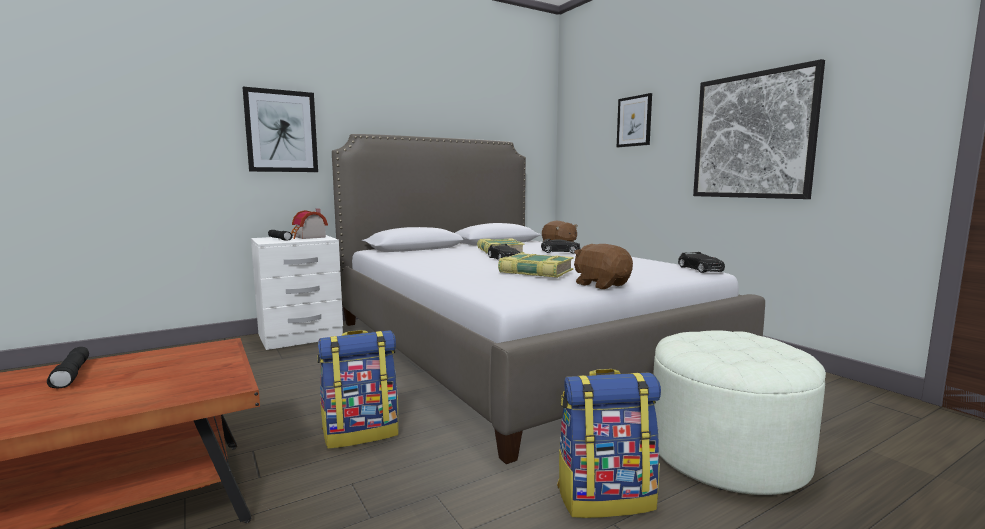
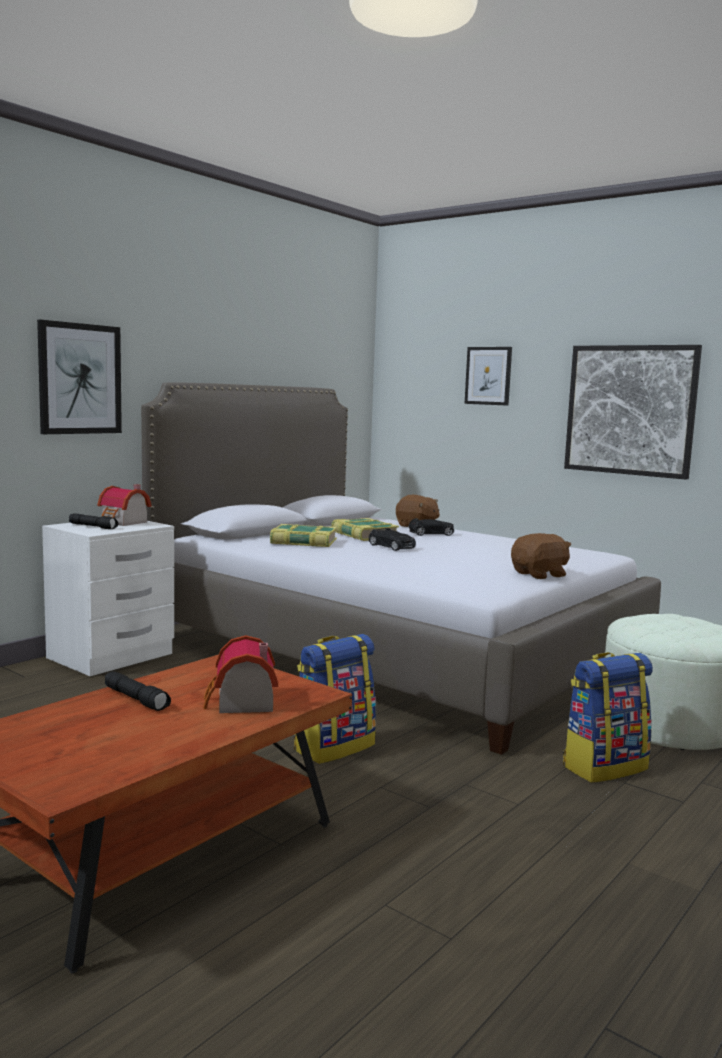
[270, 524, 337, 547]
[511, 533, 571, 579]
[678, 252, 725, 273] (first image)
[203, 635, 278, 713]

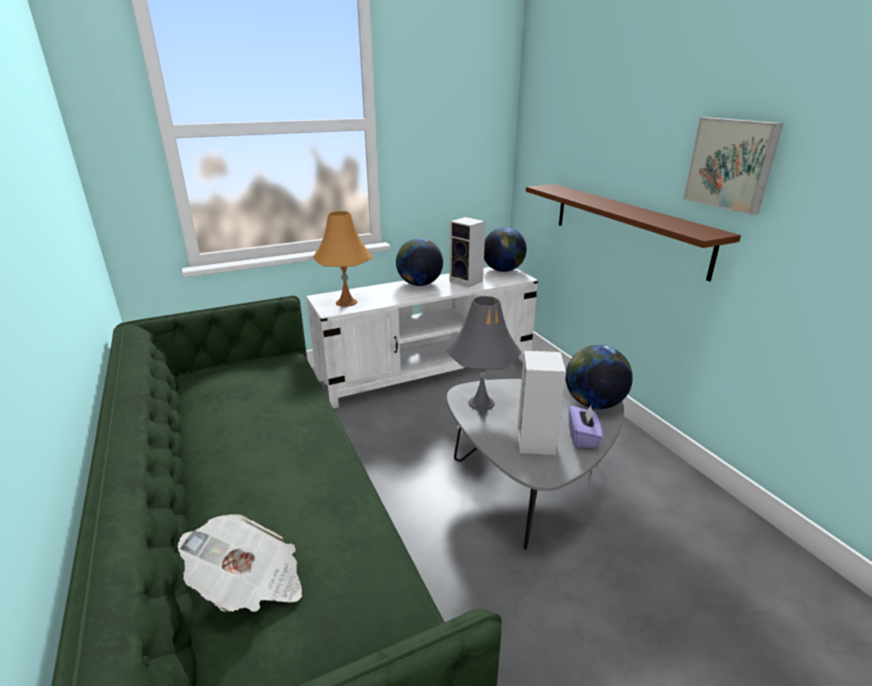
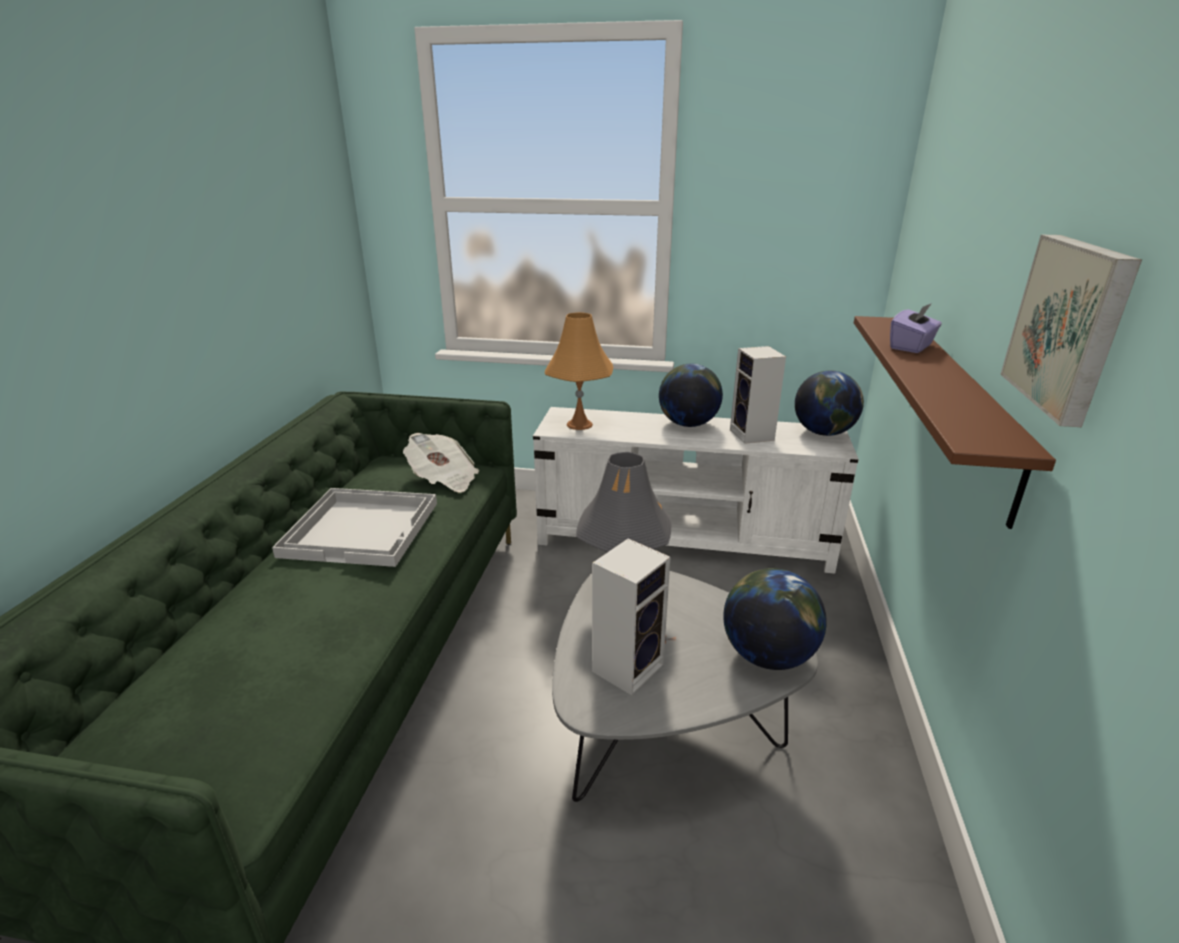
[403, 433, 479, 493]
[890, 303, 942, 353]
[272, 488, 437, 567]

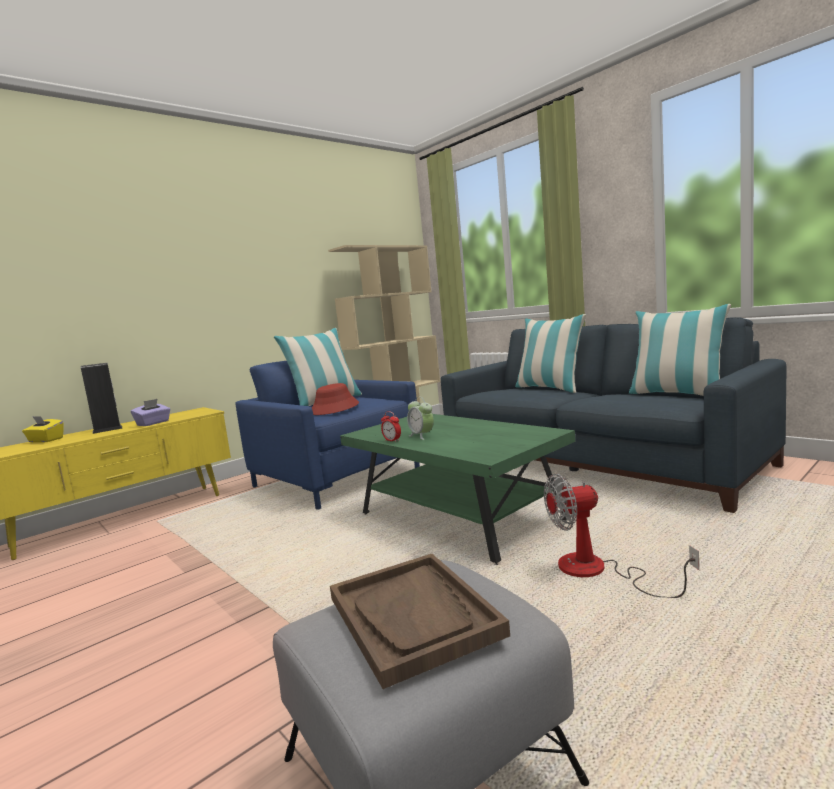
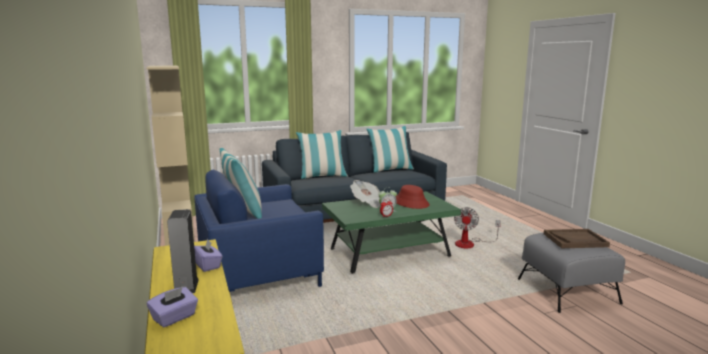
[147, 287, 198, 327]
[396, 185, 429, 209]
[350, 180, 380, 208]

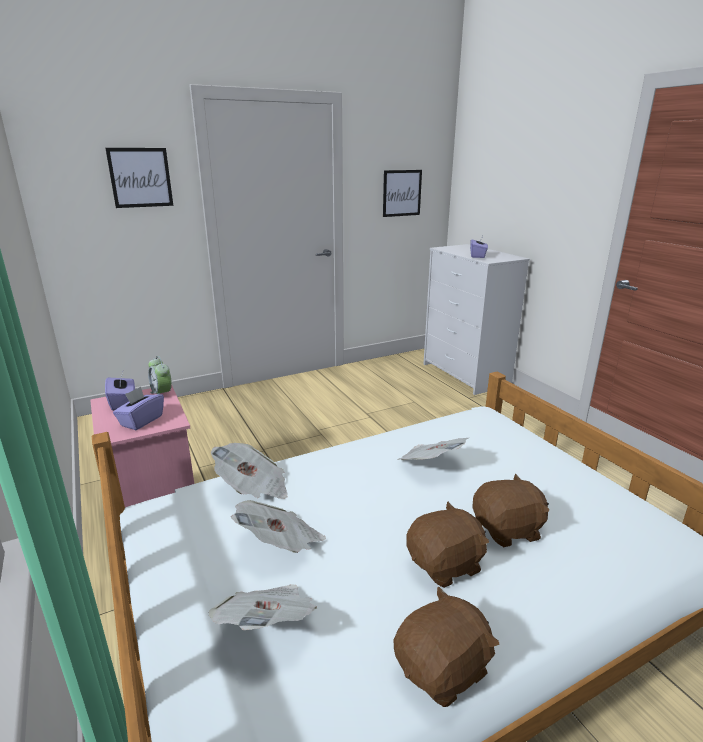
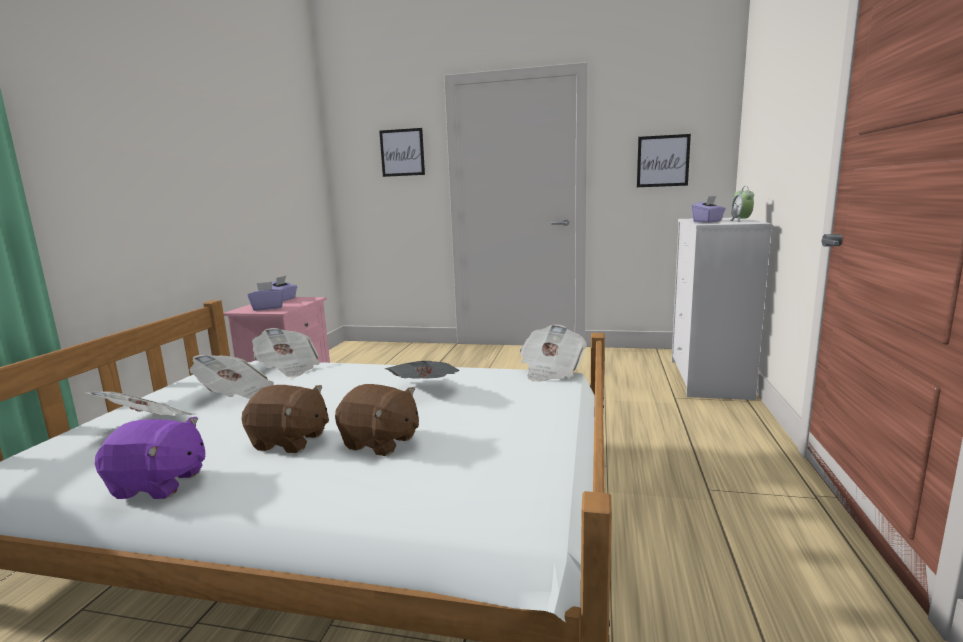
[730, 186, 754, 222]
[95, 417, 205, 499]
[520, 324, 587, 382]

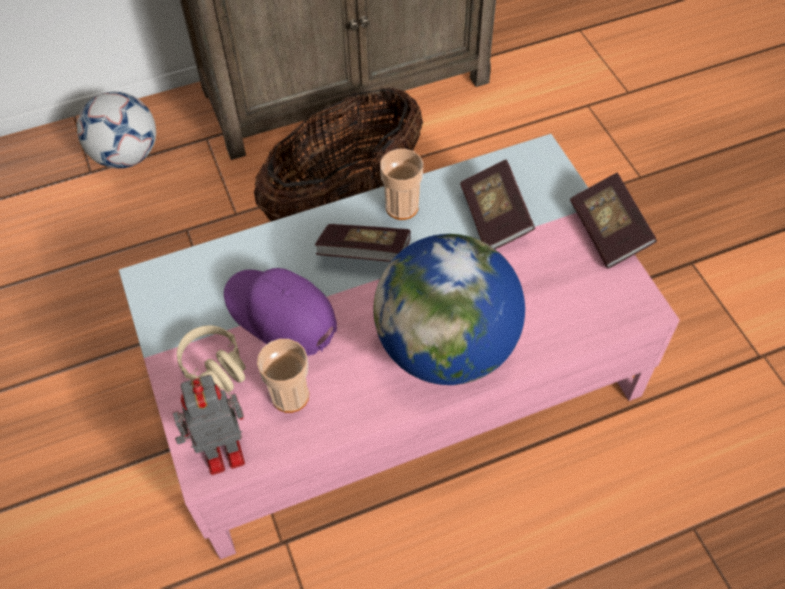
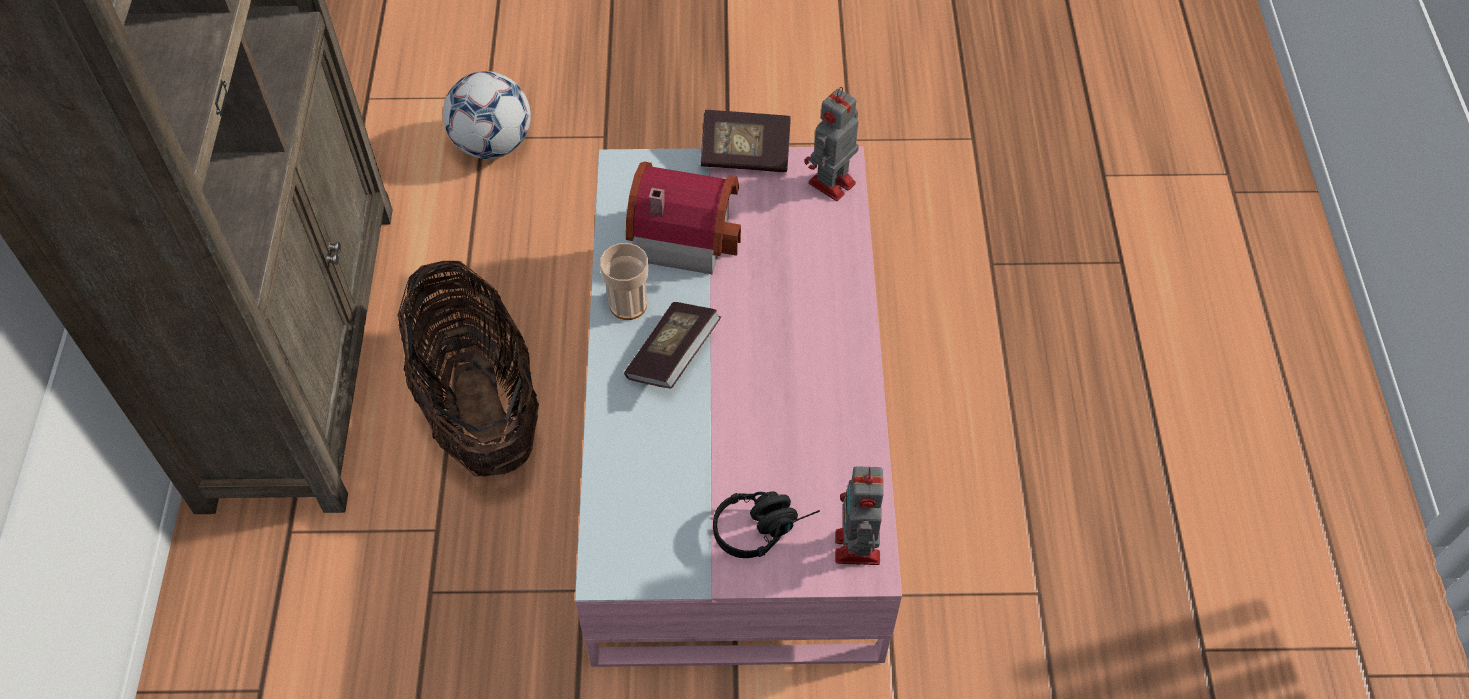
[443, 71, 531, 159]
[713, 491, 820, 558]
[224, 268, 337, 356] (first image)
[257, 339, 309, 413] (first image)
[373, 234, 525, 385] (first image)
[626, 162, 741, 274]
[804, 87, 859, 201]

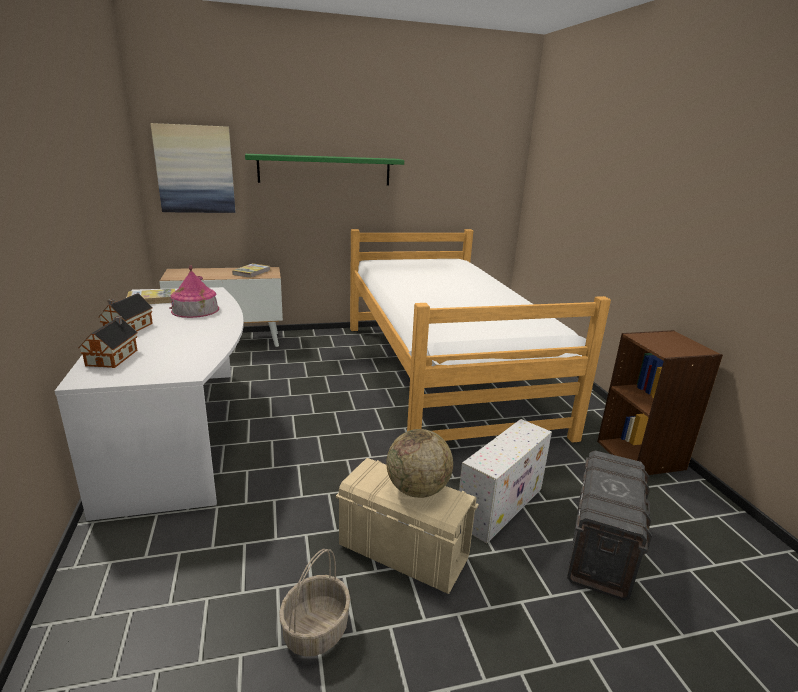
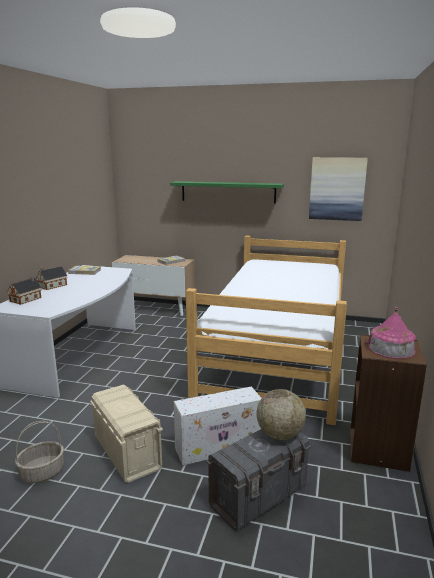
[309, 157, 368, 221]
[365, 307, 416, 359]
[257, 389, 306, 440]

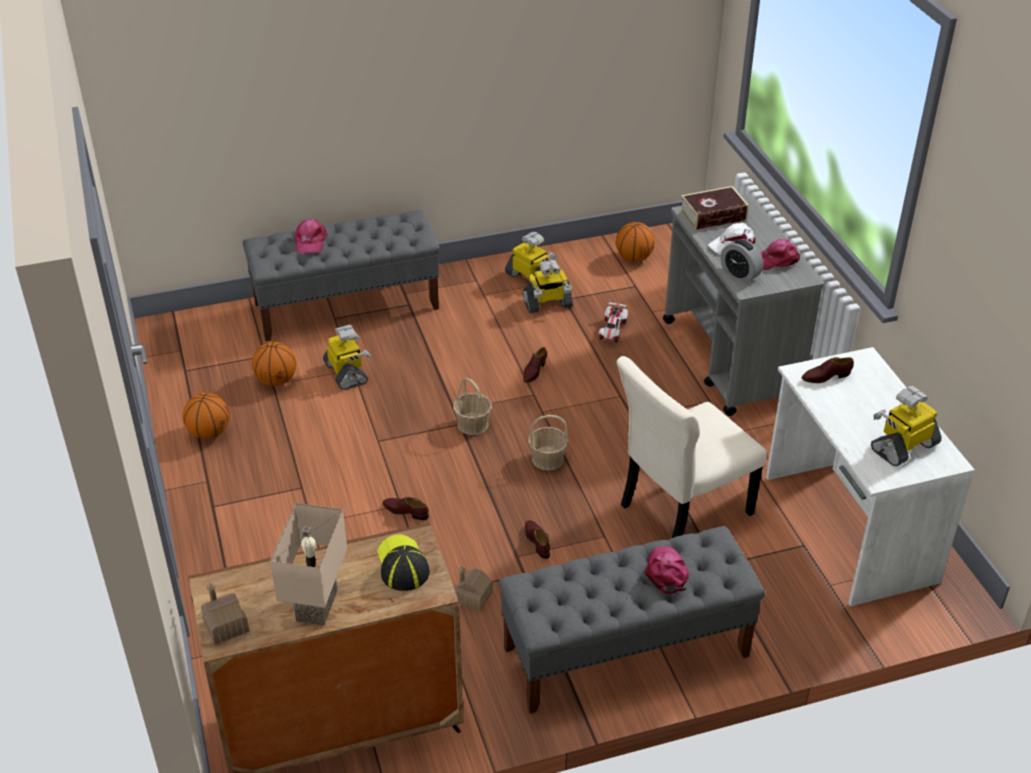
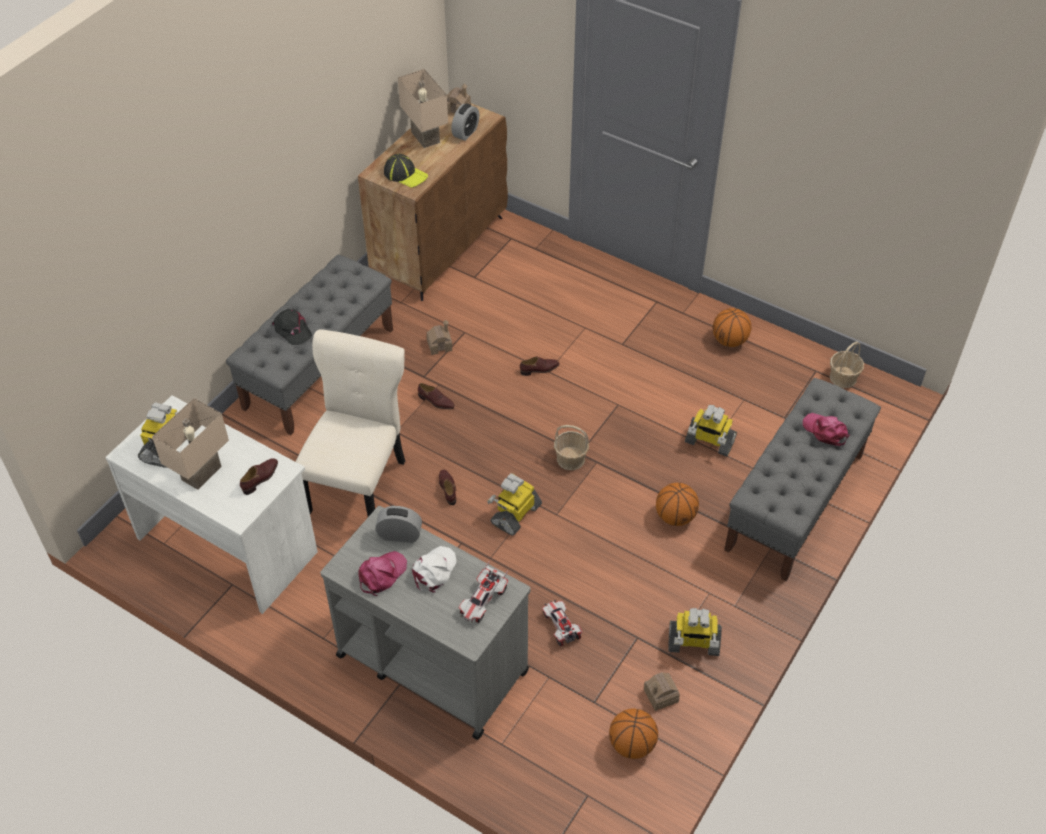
[656, 483, 699, 526]
[487, 473, 542, 535]
[439, 469, 456, 505]
[830, 341, 864, 388]
[272, 309, 312, 345]
[458, 560, 508, 623]
[152, 398, 229, 490]
[451, 103, 479, 141]
[644, 672, 680, 711]

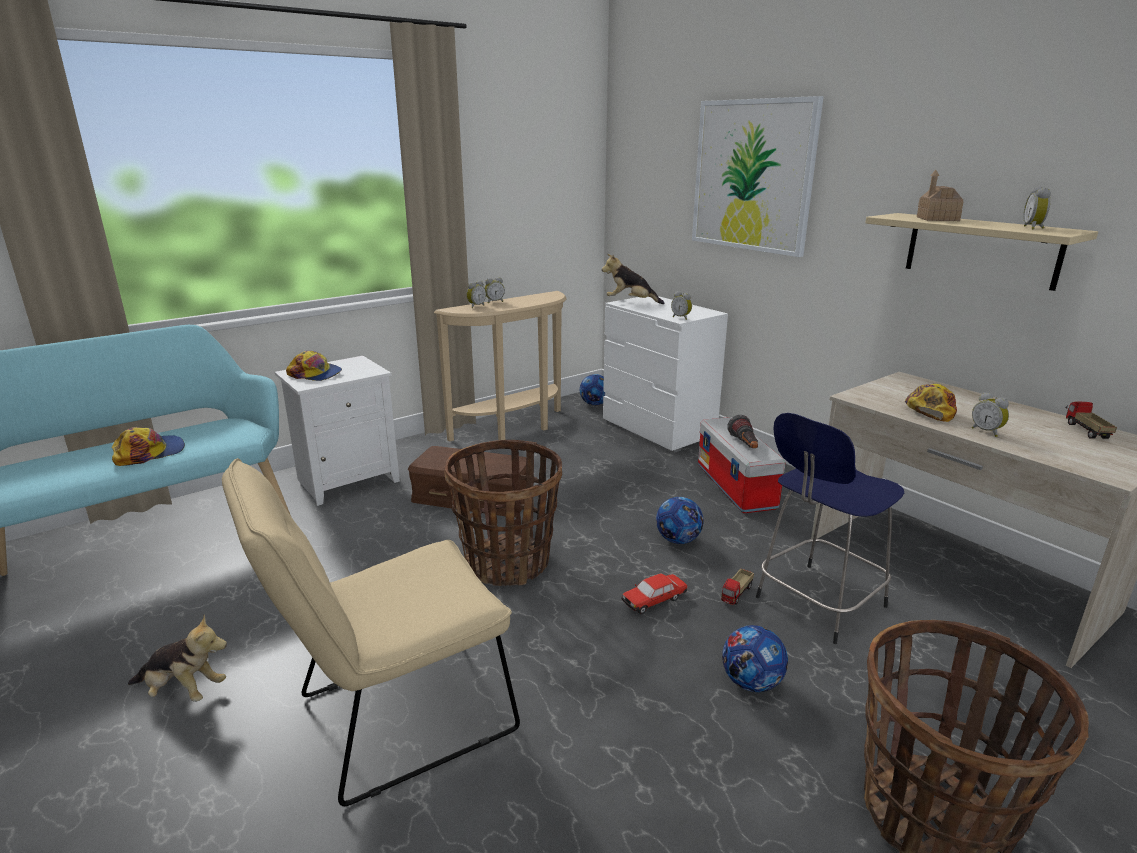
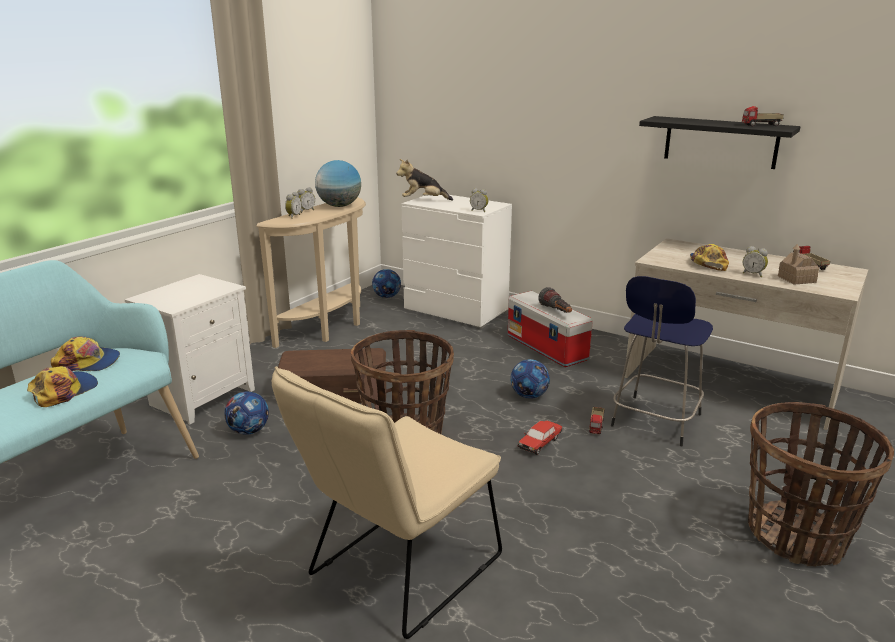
[128, 615, 227, 702] (first image)
[51, 336, 120, 371]
[692, 96, 824, 257] (first image)
[224, 391, 269, 435]
[639, 116, 800, 169]
[778, 244, 819, 285]
[742, 106, 784, 127]
[315, 160, 361, 207]

